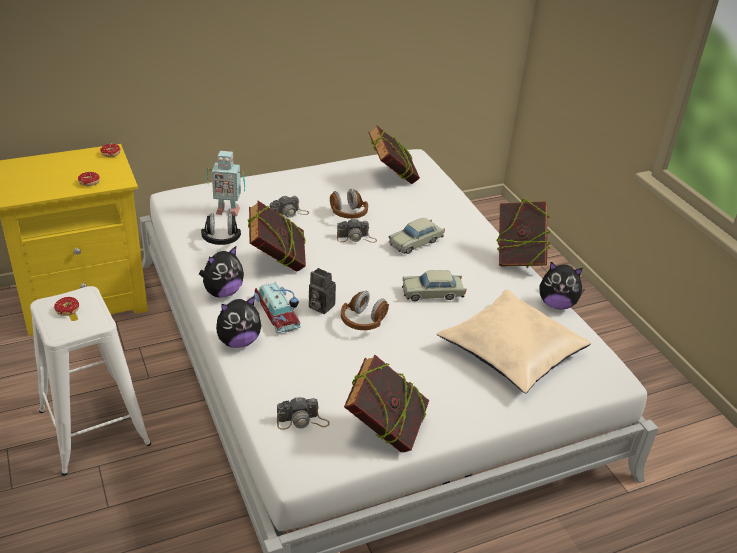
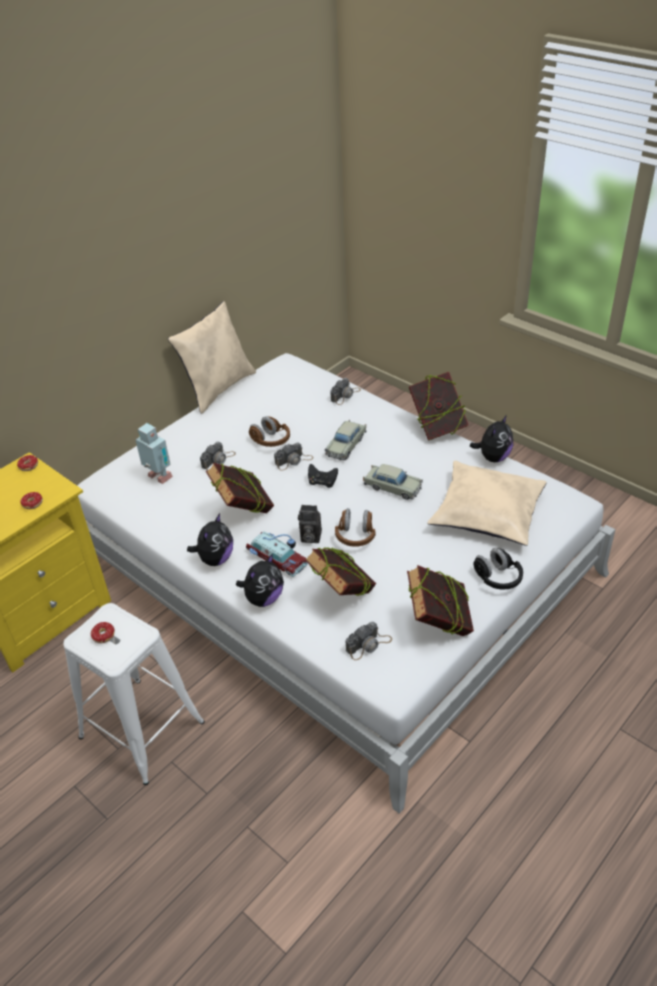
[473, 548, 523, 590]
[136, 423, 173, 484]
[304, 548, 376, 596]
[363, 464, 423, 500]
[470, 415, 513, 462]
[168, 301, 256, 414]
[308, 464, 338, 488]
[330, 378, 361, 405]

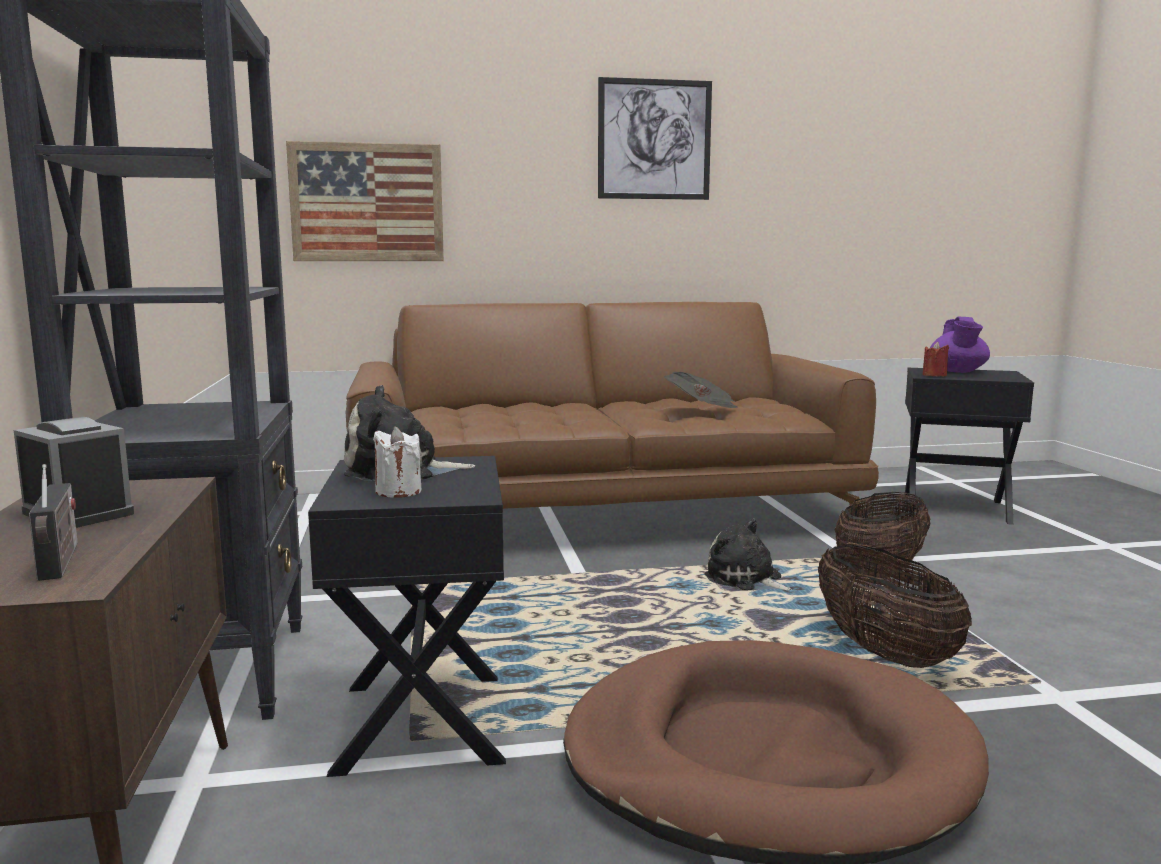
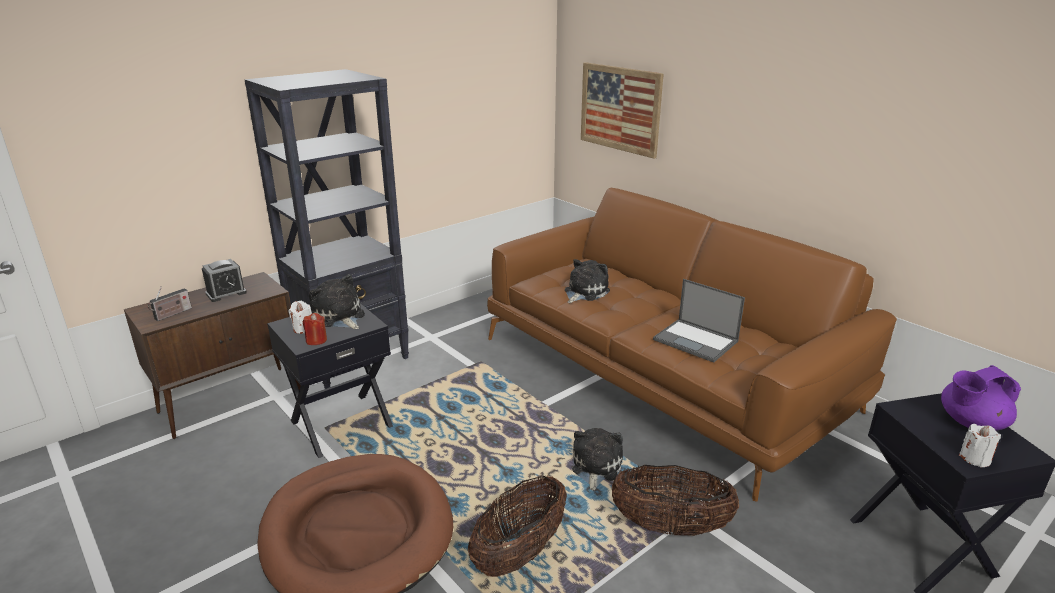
[202, 259, 247, 302]
[598, 77, 712, 200] (first image)
[653, 279, 745, 363]
[302, 313, 327, 345]
[565, 259, 610, 303]
[959, 424, 1001, 468]

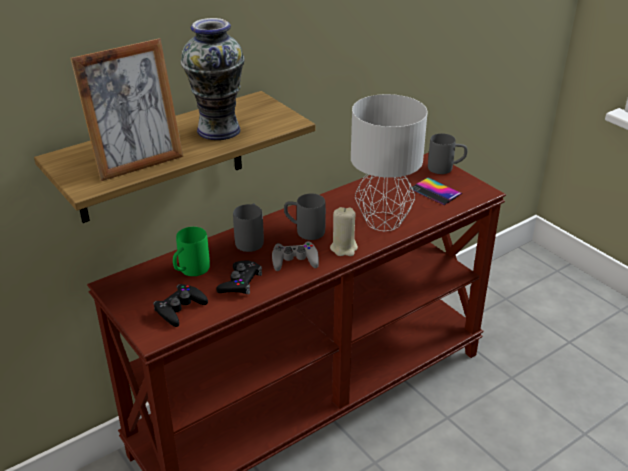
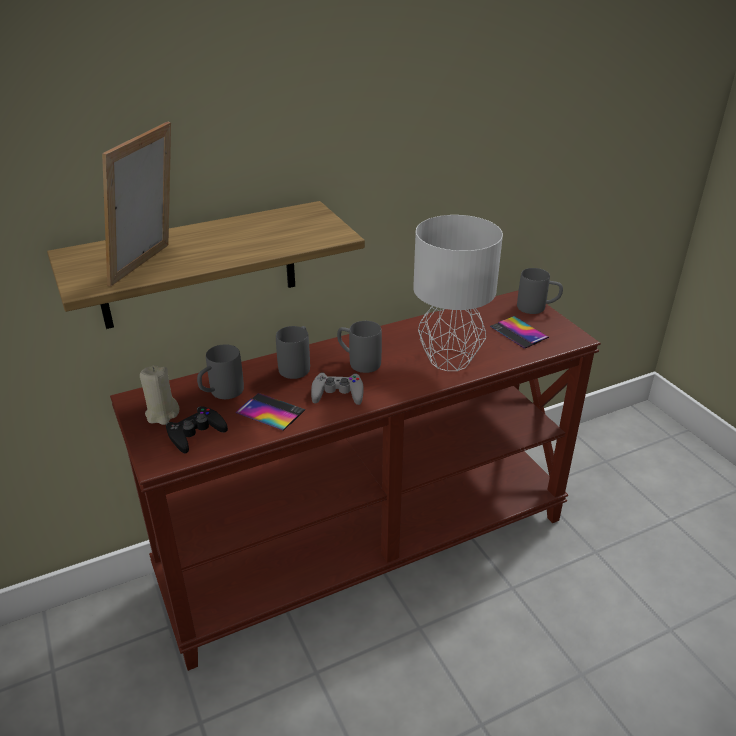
[102, 121, 171, 287]
[197, 344, 244, 399]
[181, 18, 245, 140] (first image)
[235, 393, 305, 431]
[140, 365, 179, 425]

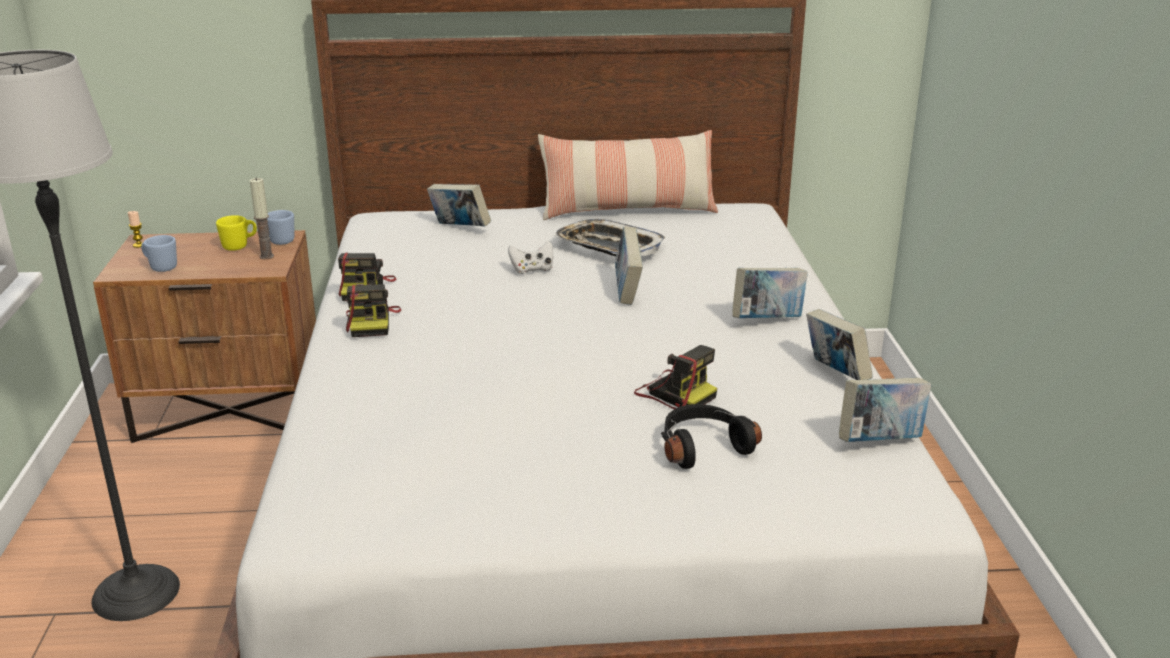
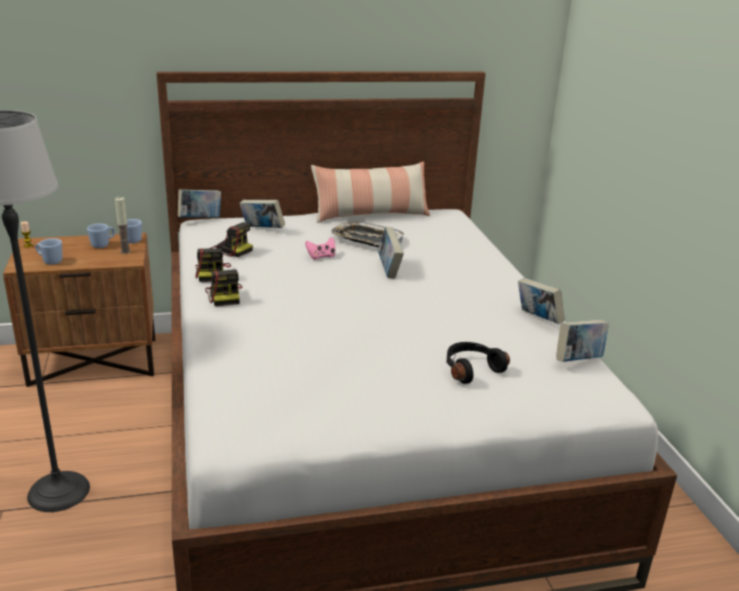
[87, 223, 115, 248]
[305, 237, 336, 260]
[209, 222, 253, 257]
[178, 189, 221, 218]

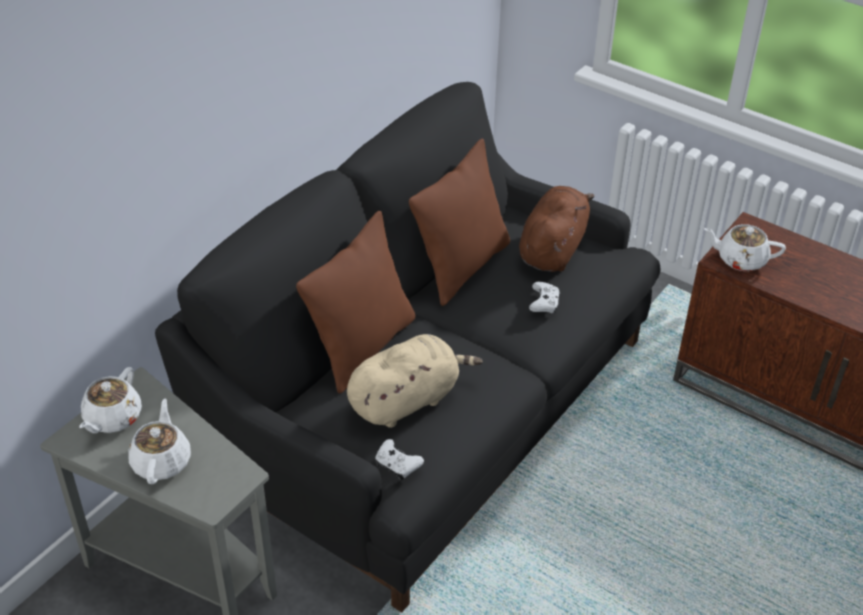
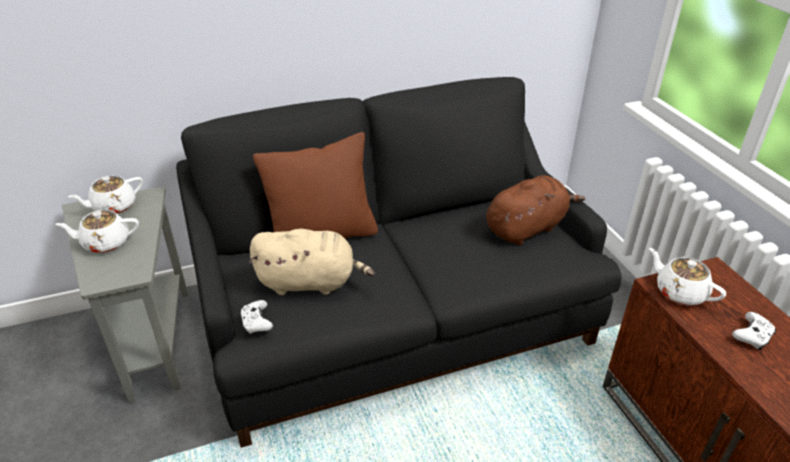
[55, 210, 139, 253]
[409, 139, 510, 306] (first image)
[732, 312, 776, 350]

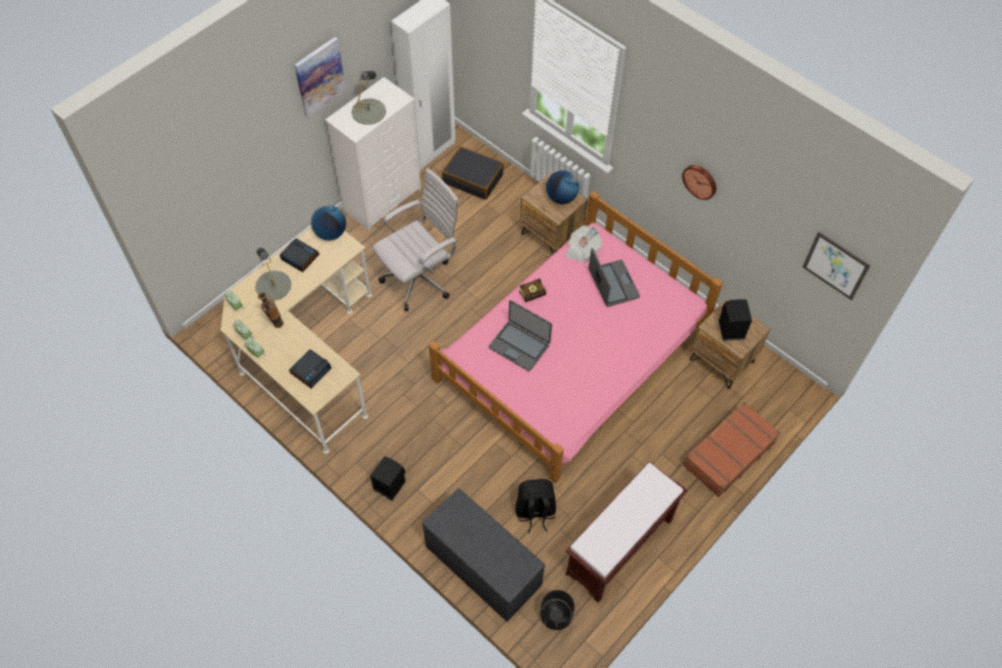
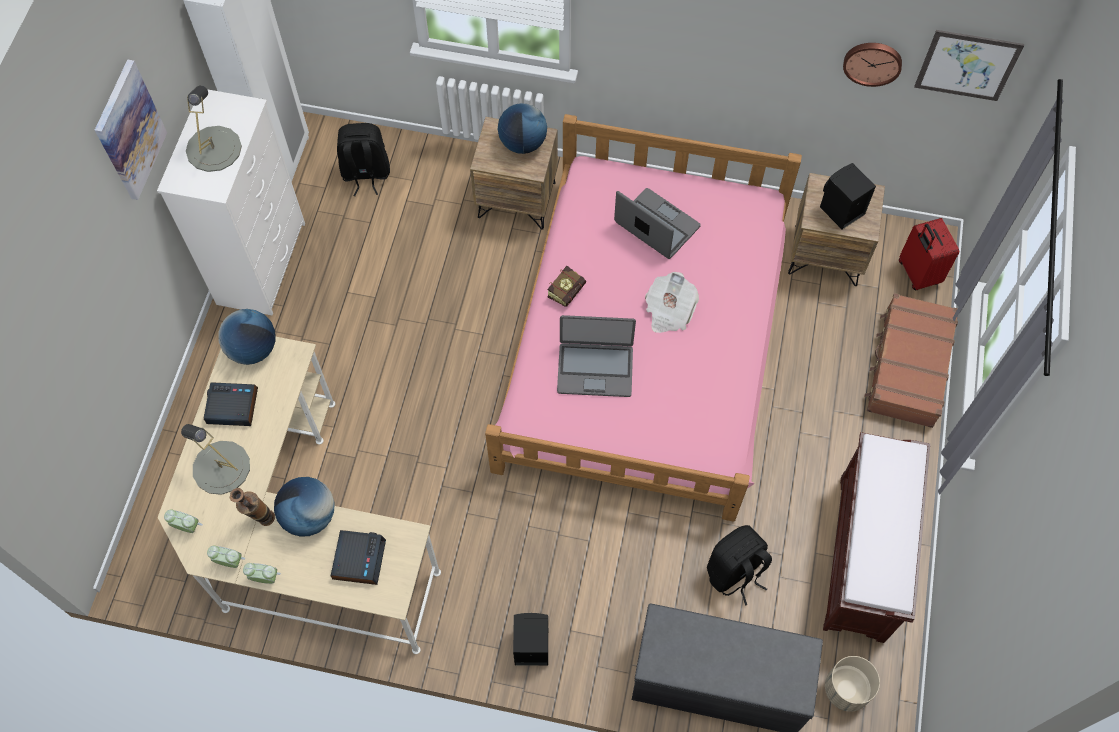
[373, 168, 459, 311] (first image)
[337, 123, 390, 196]
[825, 656, 880, 712]
[645, 272, 699, 333]
[843, 43, 902, 87]
[274, 477, 335, 537]
[899, 218, 959, 290]

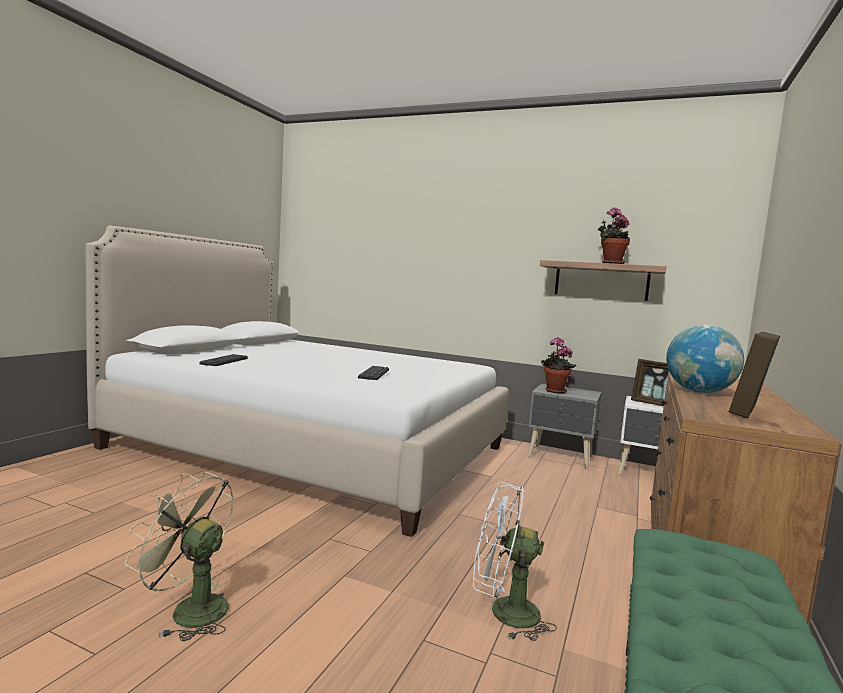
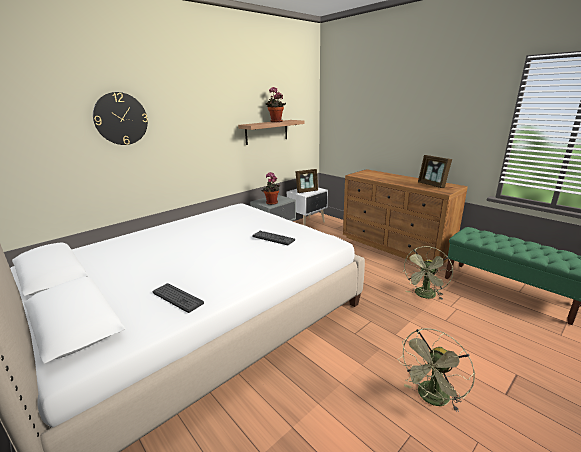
[403, 246, 453, 300]
[666, 325, 744, 393] (first image)
[93, 92, 148, 145]

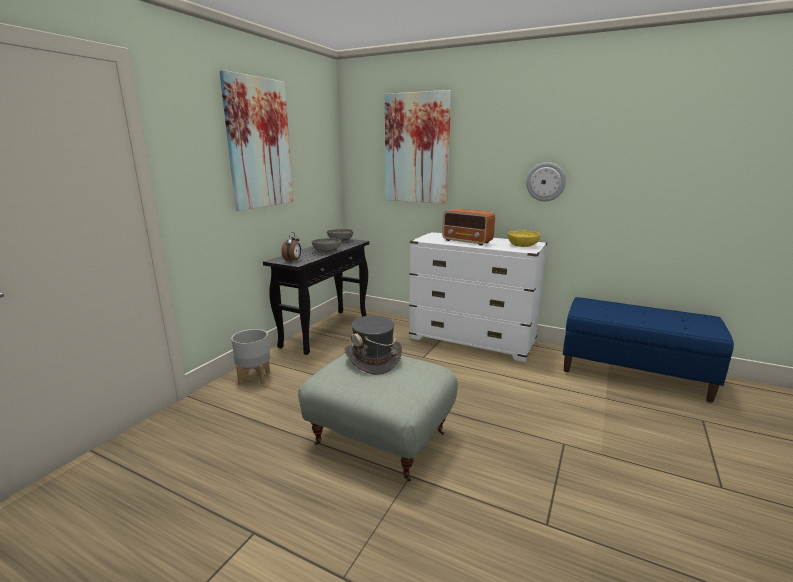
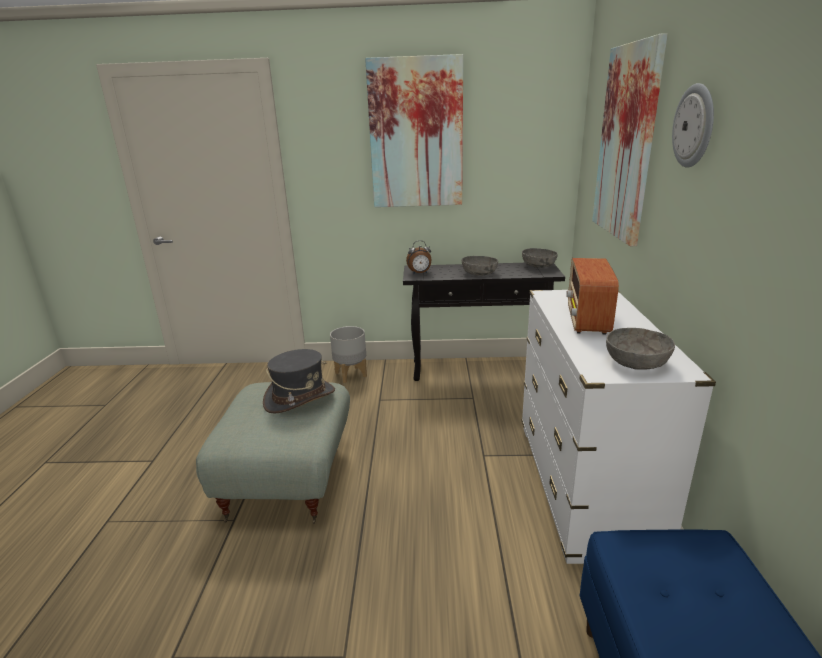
[606, 328, 675, 370]
[672, 83, 714, 168]

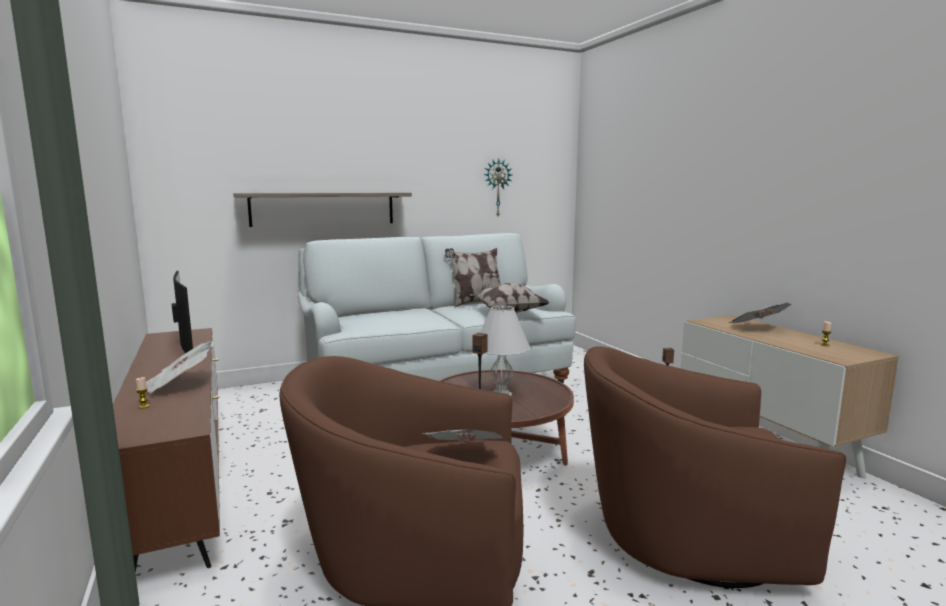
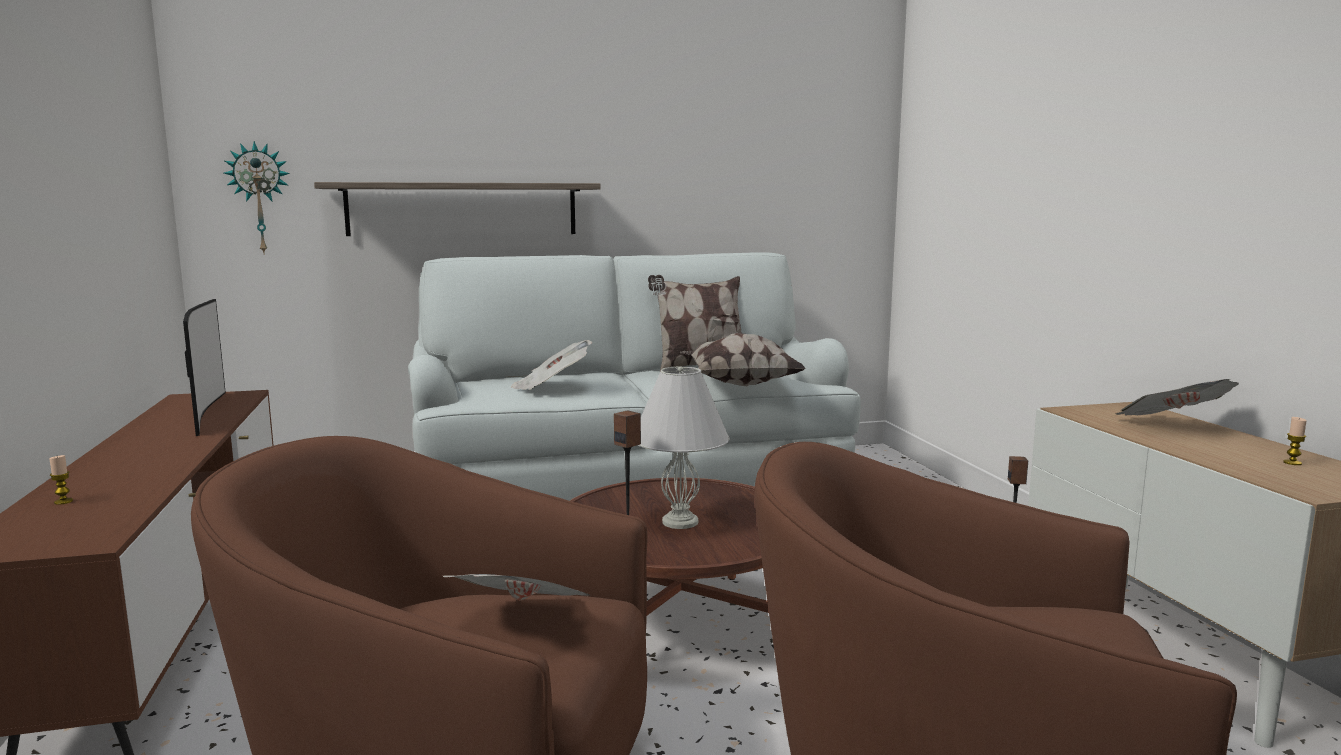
[511, 340, 592, 390]
[224, 141, 290, 255]

